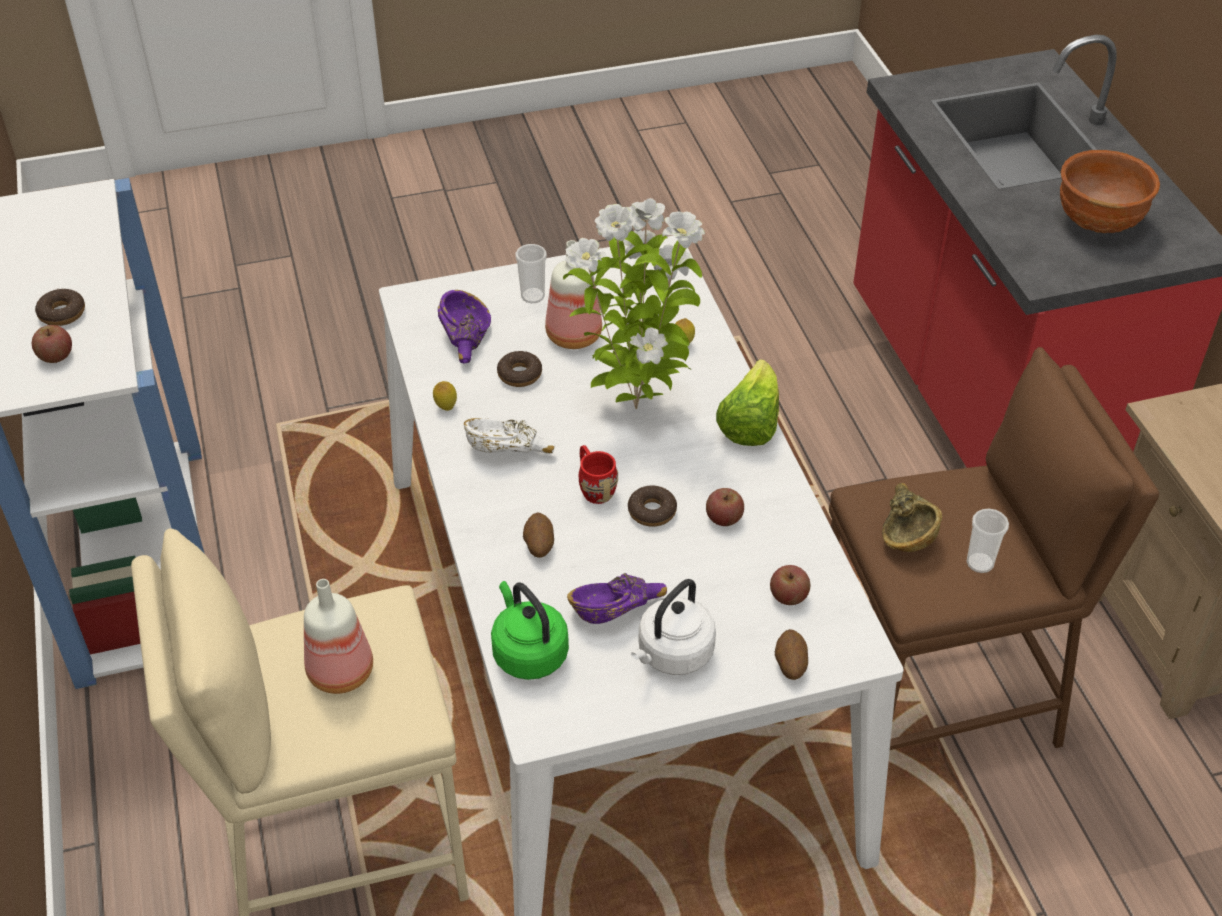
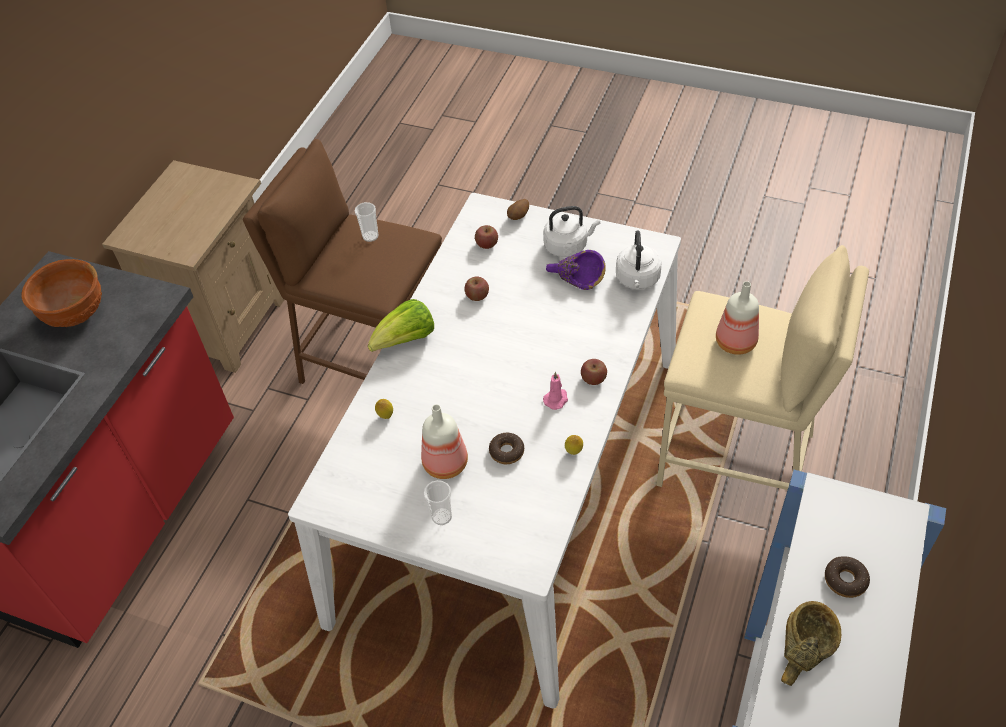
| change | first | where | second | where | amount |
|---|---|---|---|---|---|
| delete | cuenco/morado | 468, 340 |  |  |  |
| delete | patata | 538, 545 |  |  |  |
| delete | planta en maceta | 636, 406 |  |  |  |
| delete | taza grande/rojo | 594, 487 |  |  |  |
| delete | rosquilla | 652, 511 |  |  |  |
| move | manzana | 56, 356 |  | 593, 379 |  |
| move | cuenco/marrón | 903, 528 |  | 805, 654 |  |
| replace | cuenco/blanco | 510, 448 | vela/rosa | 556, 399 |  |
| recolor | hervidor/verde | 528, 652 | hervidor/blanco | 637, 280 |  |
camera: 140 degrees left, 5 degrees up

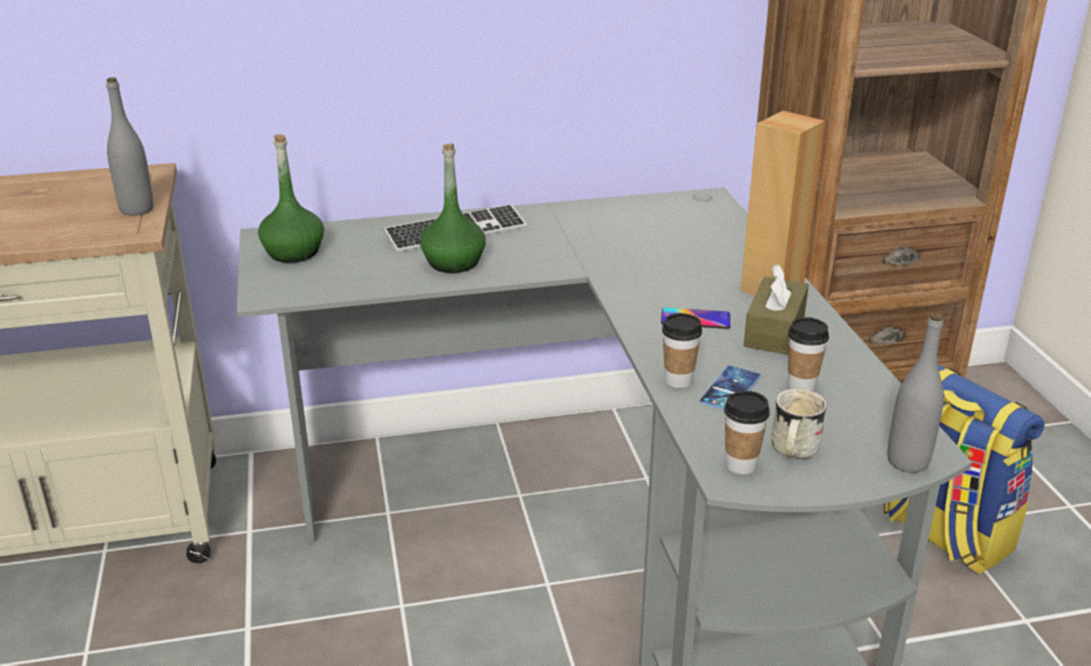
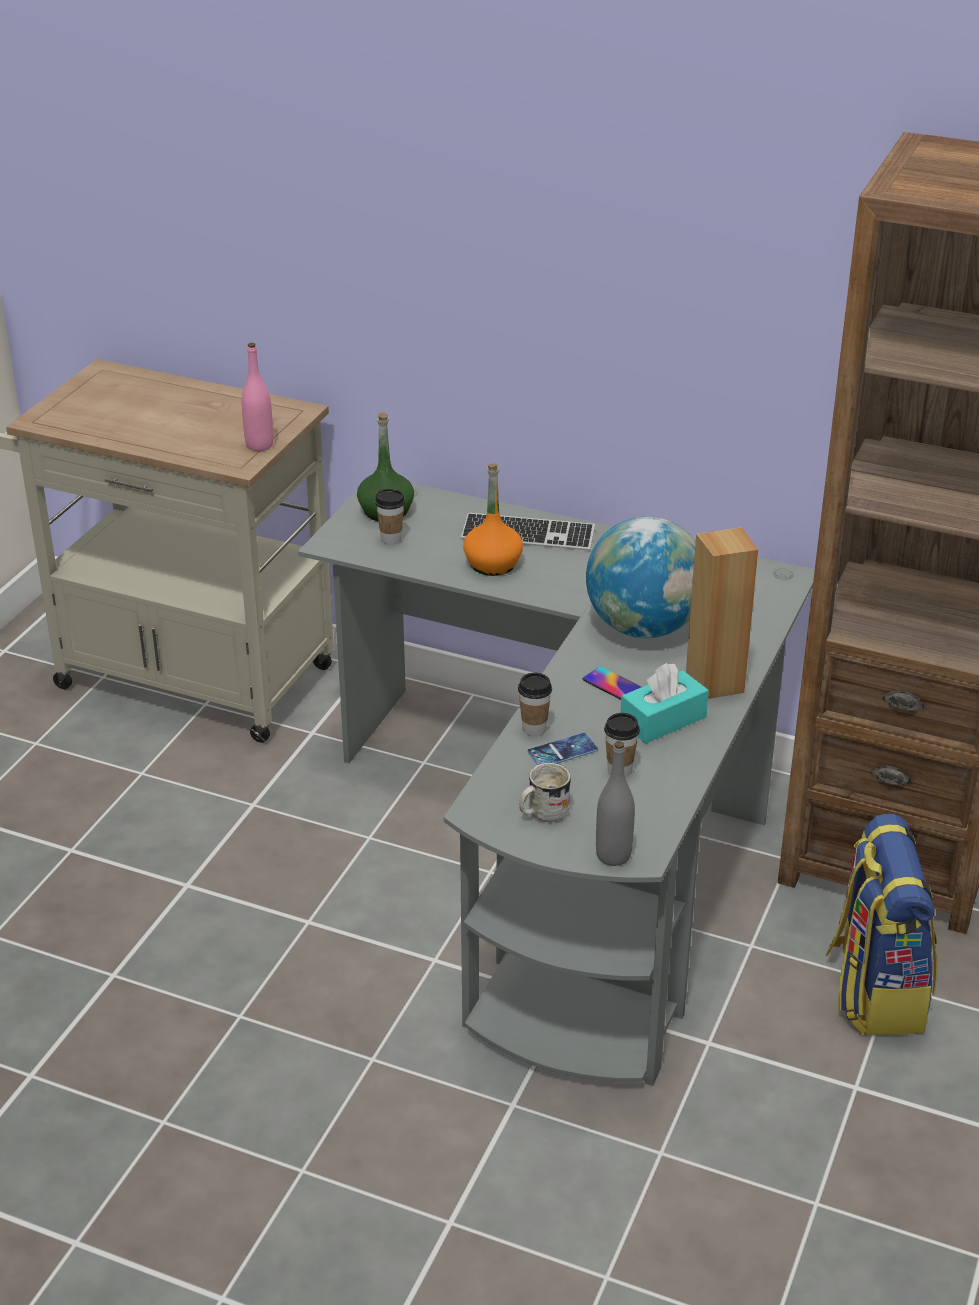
| change | first | where | second | where | amount |
|---|---|---|---|---|---|
| insert |  |  | globo terráqueo | 643, 627 |  |
| move | taza | 741, 465 |  | 391, 539 |  |
| recolor | botella/gris | 137, 209 | botella/rosa | 259, 445 |  |
| recolor | botella/verde | 453, 262 | botella/naranja | 492, 564 |  |
| recolor | caja de pañuelos/marrón | 774, 330 | caja de pañuelos/turquesa | 663, 720 |  |
camera: 35 degrees right, 5 degrees up

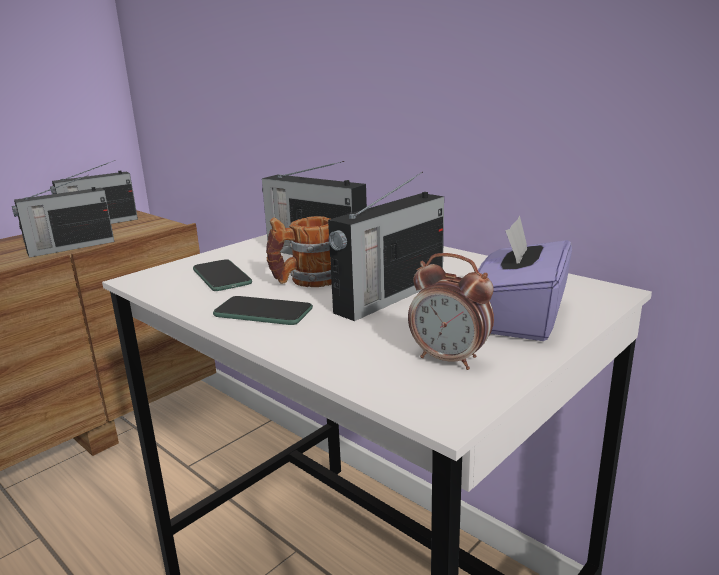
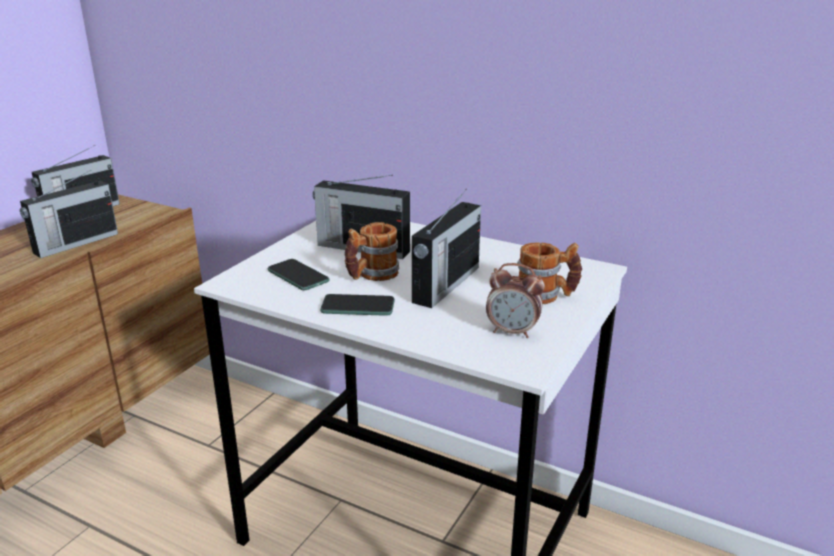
| change | first | where | second | where | amount |
|---|---|---|---|---|---|
| replace | caja de pañuelos/morado | 520, 318 | taza grande | 546, 296 |  |
camera: 15 degrees left, 5 degrees up

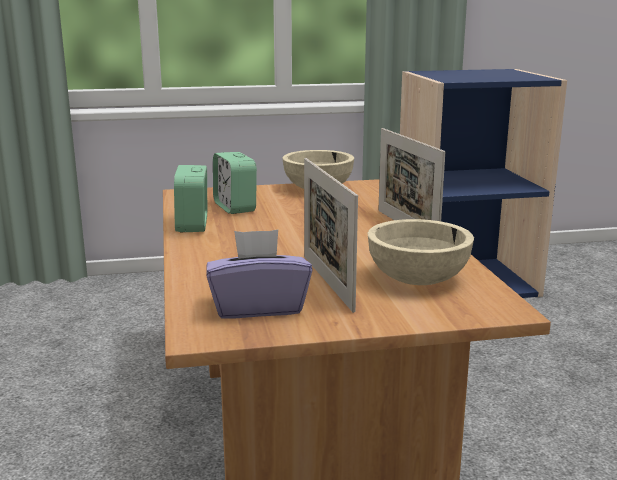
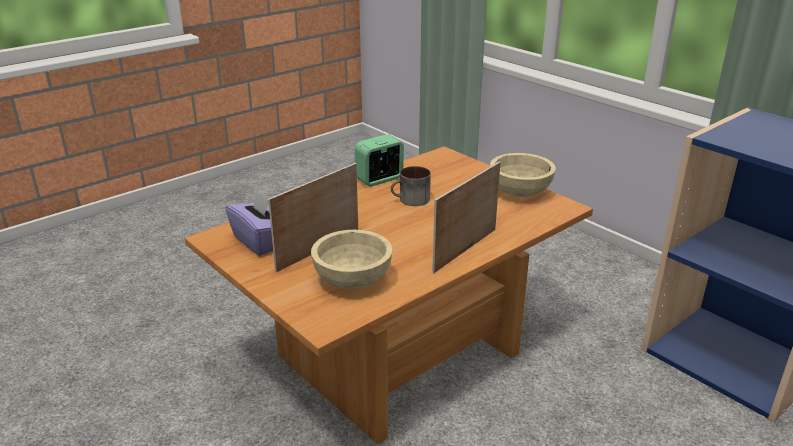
| change | first | where | second | where | amount |
|---|---|---|---|---|---|
| delete | despertador | 235, 207 |  |  |  |
| insert |  |  | taza grande | 411, 200 |  |
camera: 60 degrees right, 10 degrees up

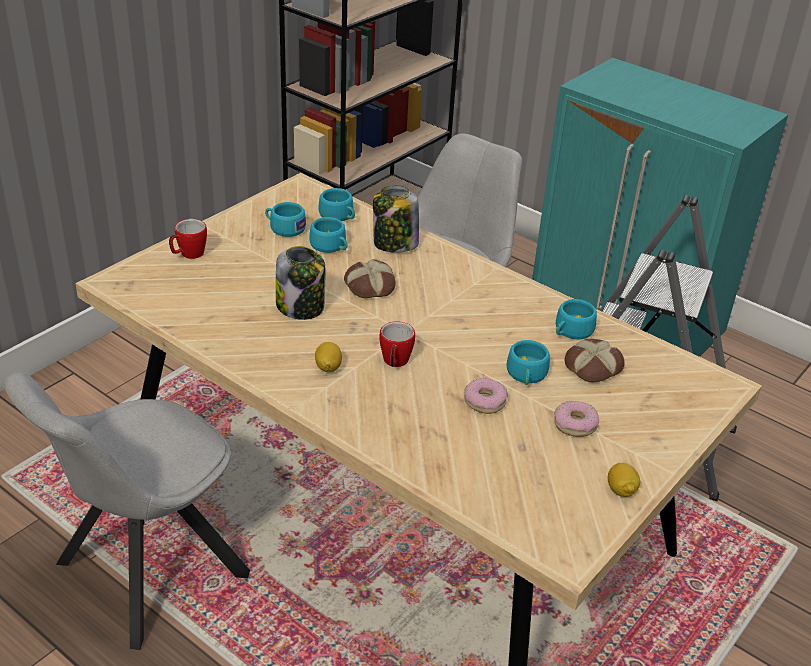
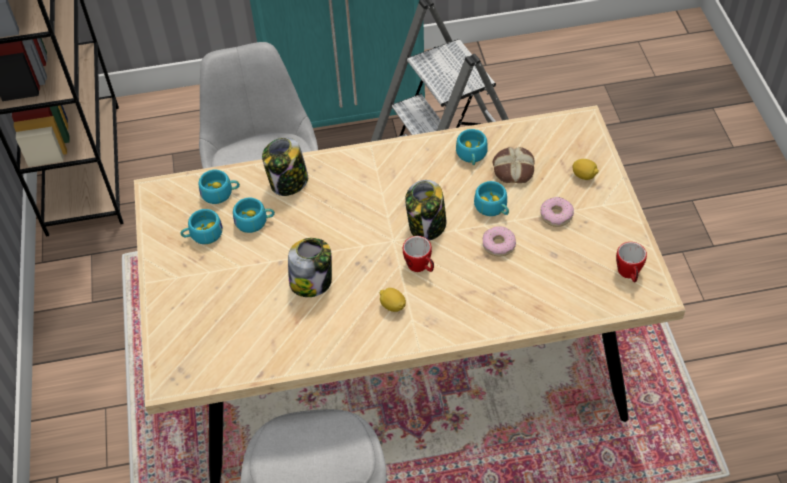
| change | first | where | second | where | amount |
|---|---|---|---|---|---|
| delete | pan | 369, 286 |  |  |  |
| insert |  |  | tarro | 427, 226 |  |
| move | taza grande | 188, 255 |  | 629, 274 |  |
| move | limón | 621, 490 |  | 584, 176 |  |
camera: 45 degrees left, 15 degrees up

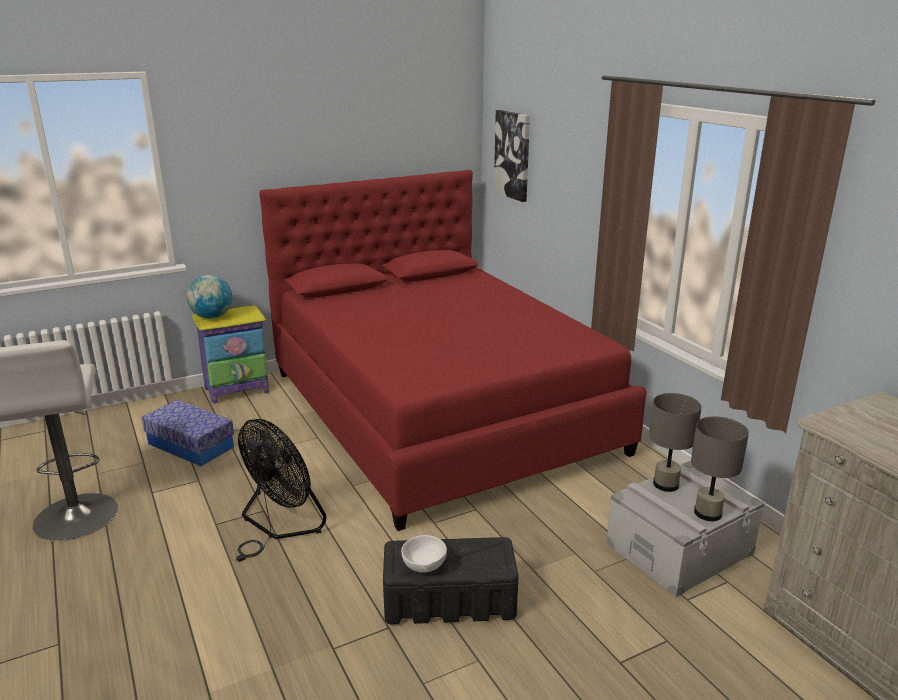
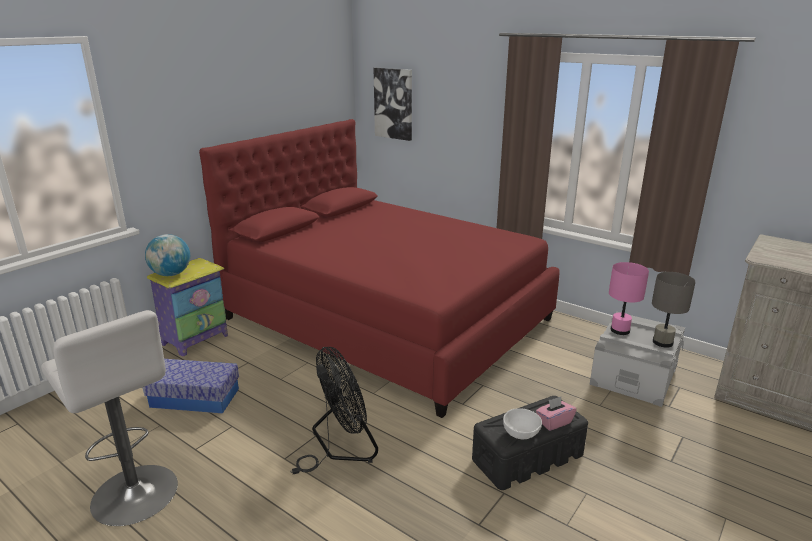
| change | first | where | second | where | amount |
|---|---|---|---|---|---|
| insert |  |  | caja de pañuelos/rosa | 554, 422 |  |
| recolor | lámpara de mesa/gris | 665, 484 | lámpara de mesa/rosa | 619, 330 |  |
| rotate | ventilador/negro | 273, 523 |  | 335, 442 | 45 degrees clockwise |
camera: 25 degrees left, 0 degrees up

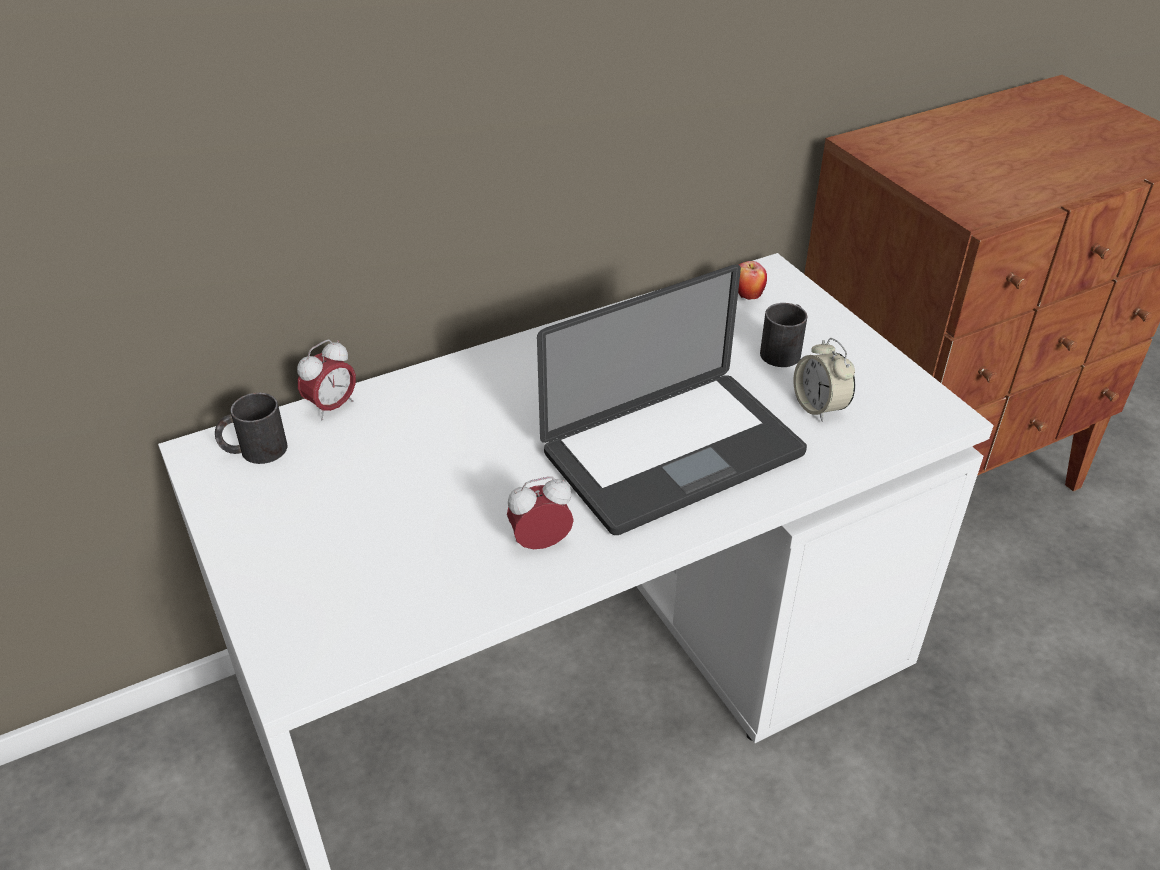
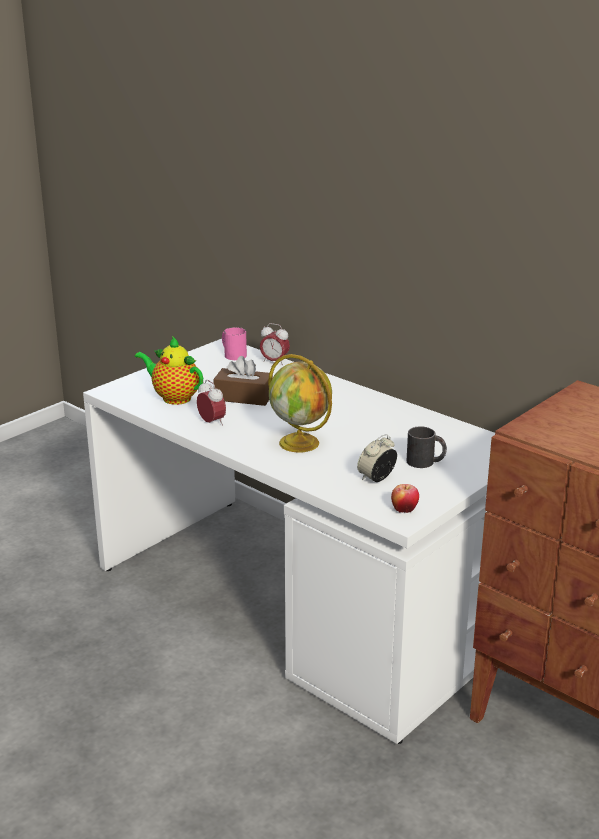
| change | first | where | second | where | amount |
|---|---|---|---|---|---|
| insert |  |  | tetera | 173, 397 |  |
| insert |  |  | caja de pañuelos/marrón | 243, 397 |  |
| move | manzana | 747, 295 |  | 404, 510 |  |
| replace | portátil | 673, 454 | globo terráqueo | 300, 443 |  |
| recolor | taza grande/negro | 254, 451 | taza grande/rosa | 232, 354 |  |
camera: 70 degrees right, 15 degrees down

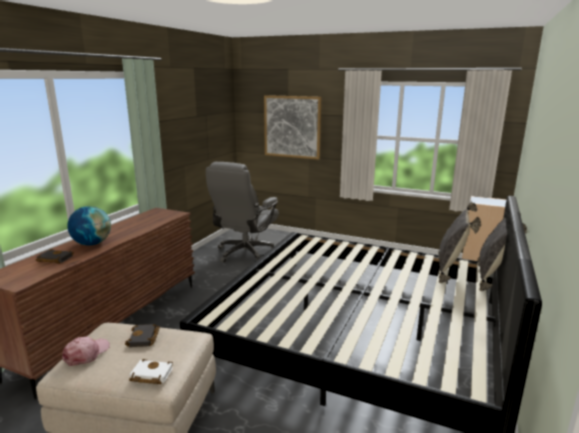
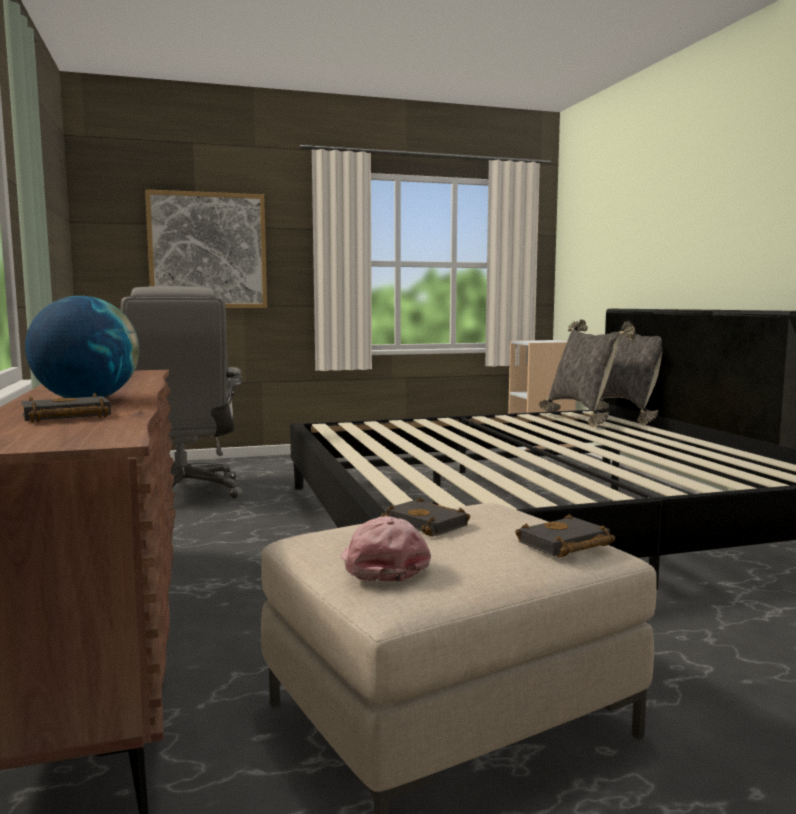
| change | first | where | second | where | amount |
|---|---|---|---|---|---|
| recolor | libro/blanco | 150, 375 | libro/negro | 565, 545 |  |
camera: 40 degrees left, 10 degrees down

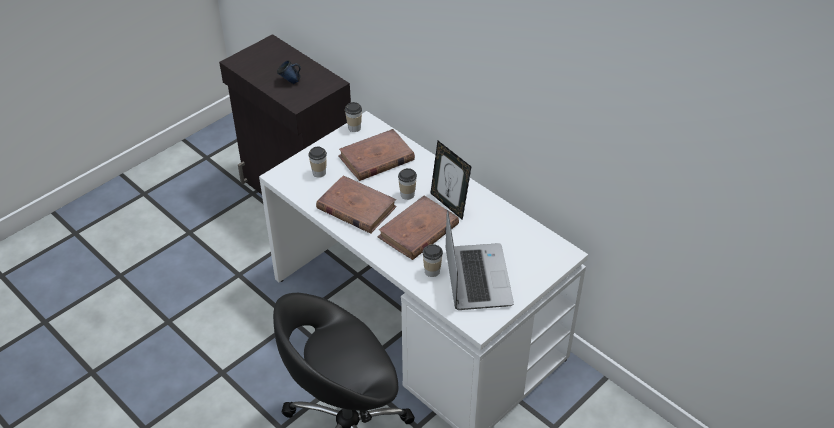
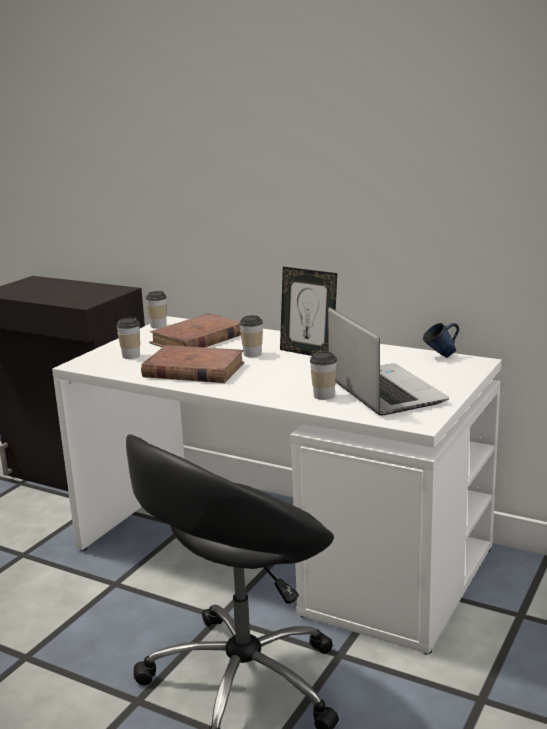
| change | first | where | second | where | amount |
|---|---|---|---|---|---|
| delete | libro/marrón | 418, 231 |  |  |  |
| move | taza grande/azul | 290, 82 |  | 440, 356 |  |
camera: 15 degrees left, 25 degrees down

